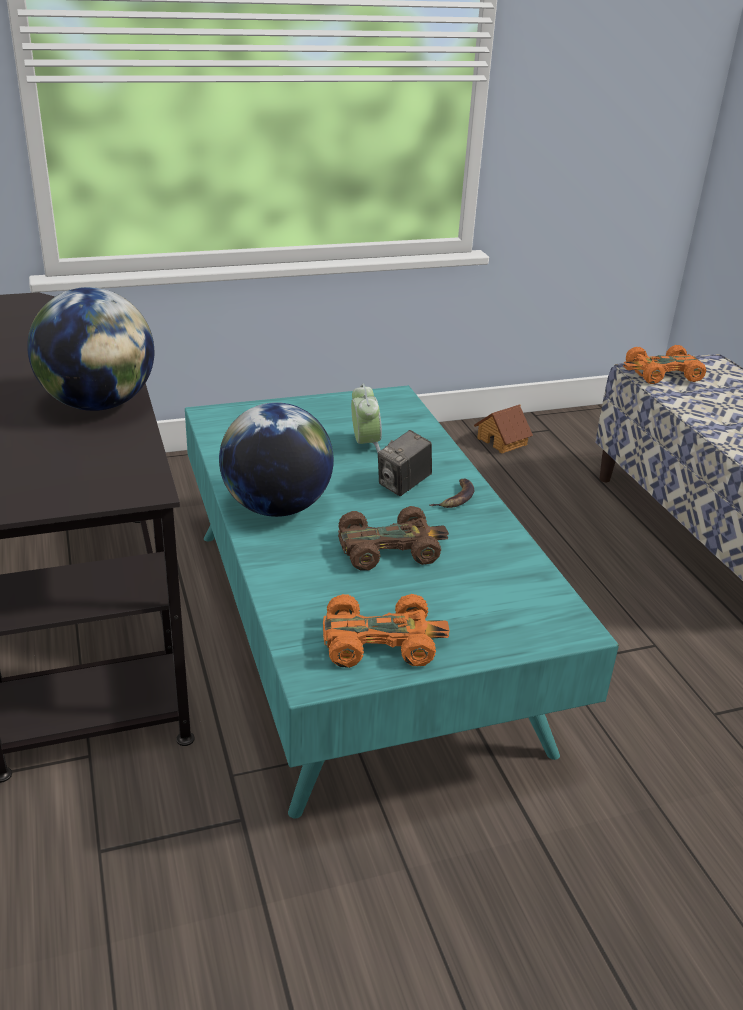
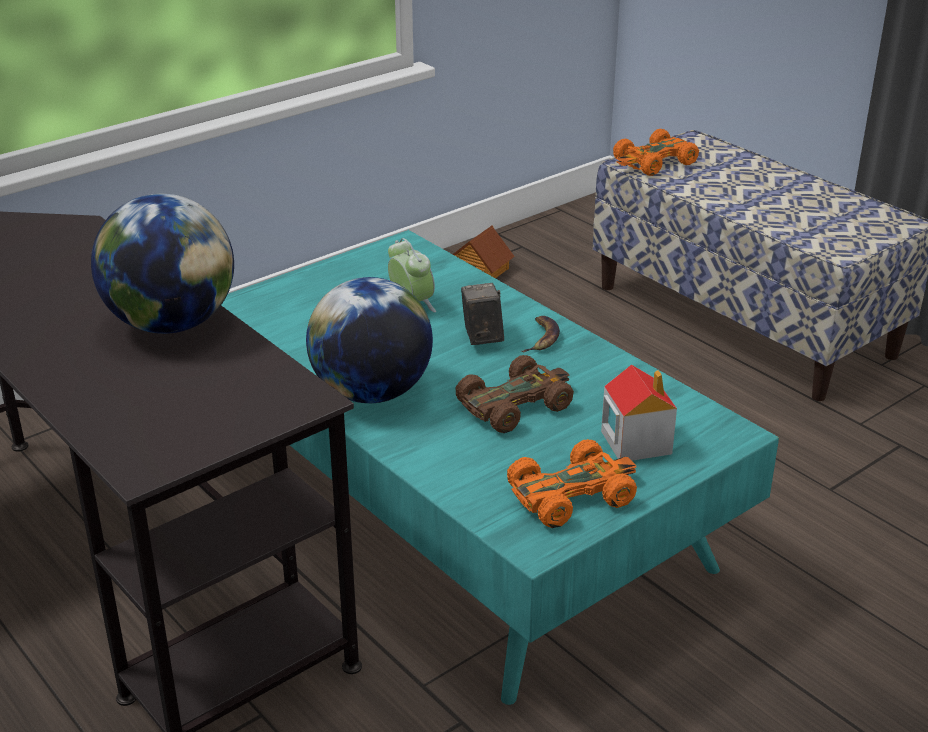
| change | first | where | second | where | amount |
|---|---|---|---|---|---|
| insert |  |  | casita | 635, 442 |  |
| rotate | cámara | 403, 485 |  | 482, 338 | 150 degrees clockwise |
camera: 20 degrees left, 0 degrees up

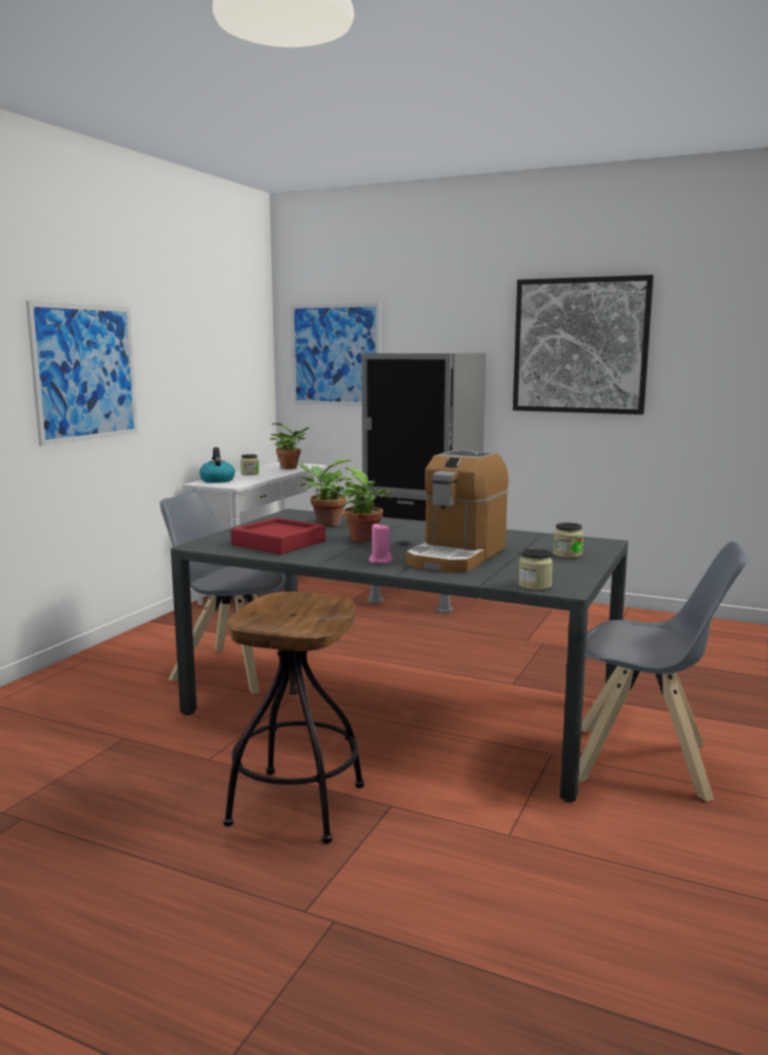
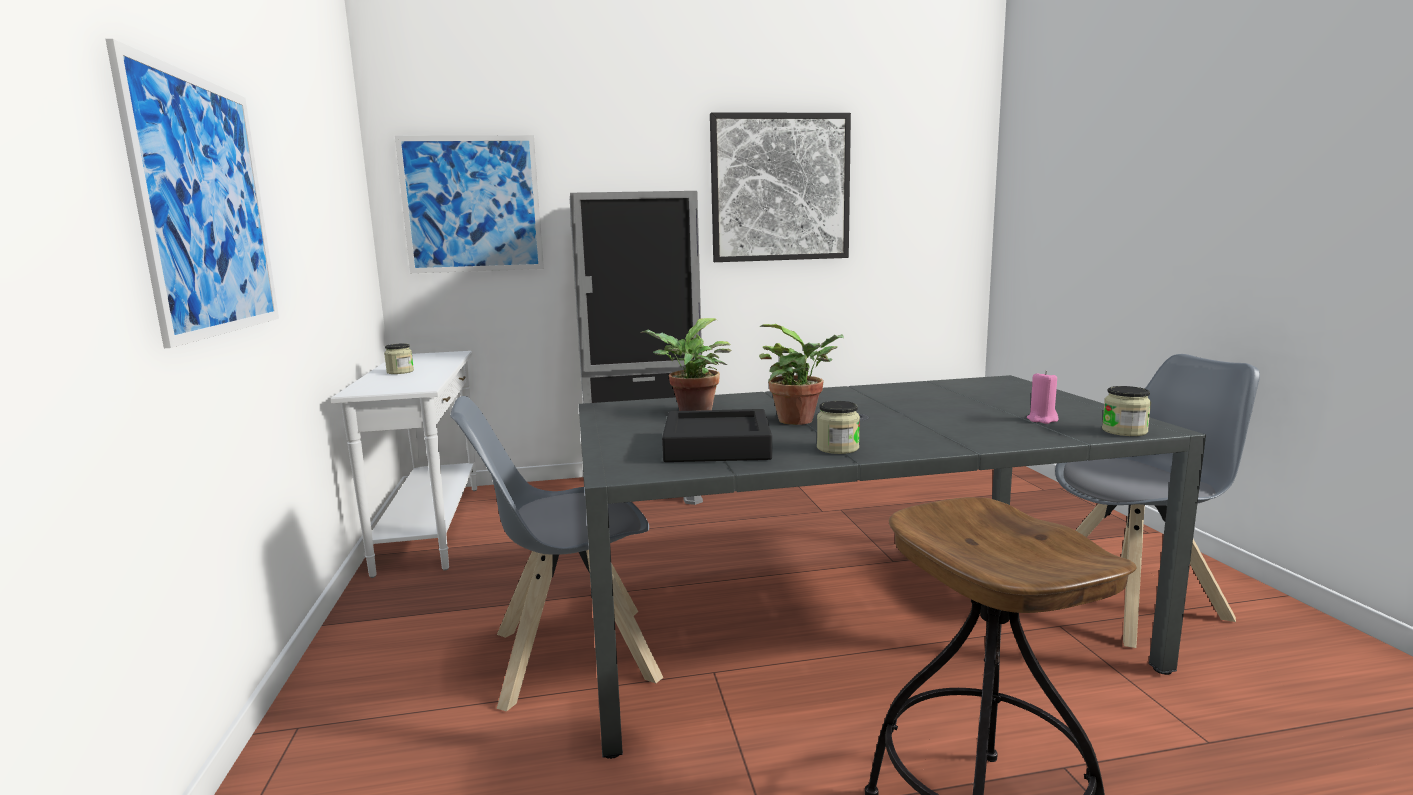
| change | first | where | second | where | amount |
|---|---|---|---|---|---|
| delete | hervidor | 217, 480 |  |  |  |
| delete | planta en maceta | 291, 468 |  |  |  |
| delete | cafetera | 457, 556 |  |  |  |
| move | vela/rosa | 380, 561 |  | 1042, 420 |  |
| move | tarro | 567, 554 |  | 837, 448 |  |
| recolor | bandeja/rojo | 278, 543 | bandeja/negro | 717, 446 |  |
camera: 35 degrees left, 0 degrees up

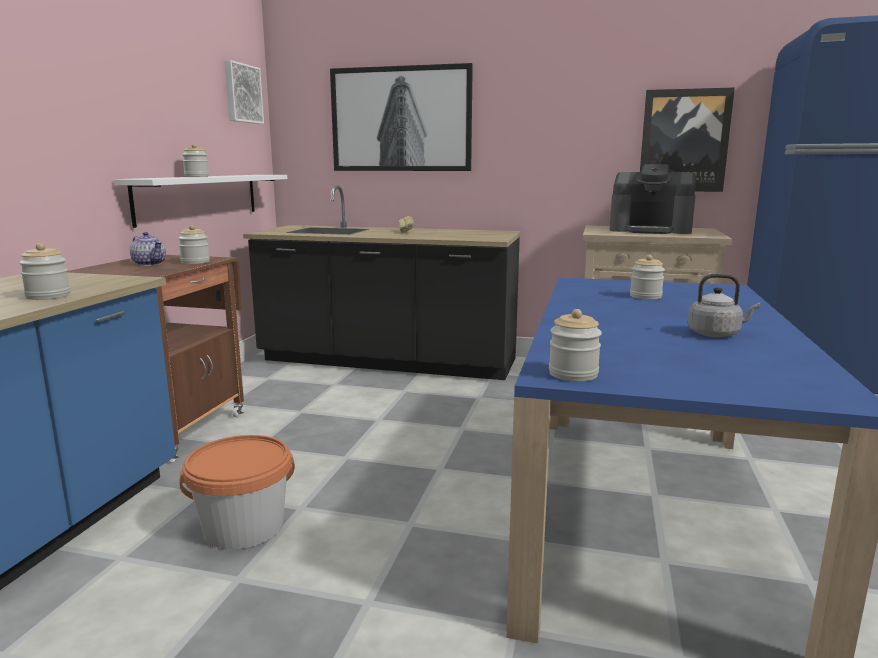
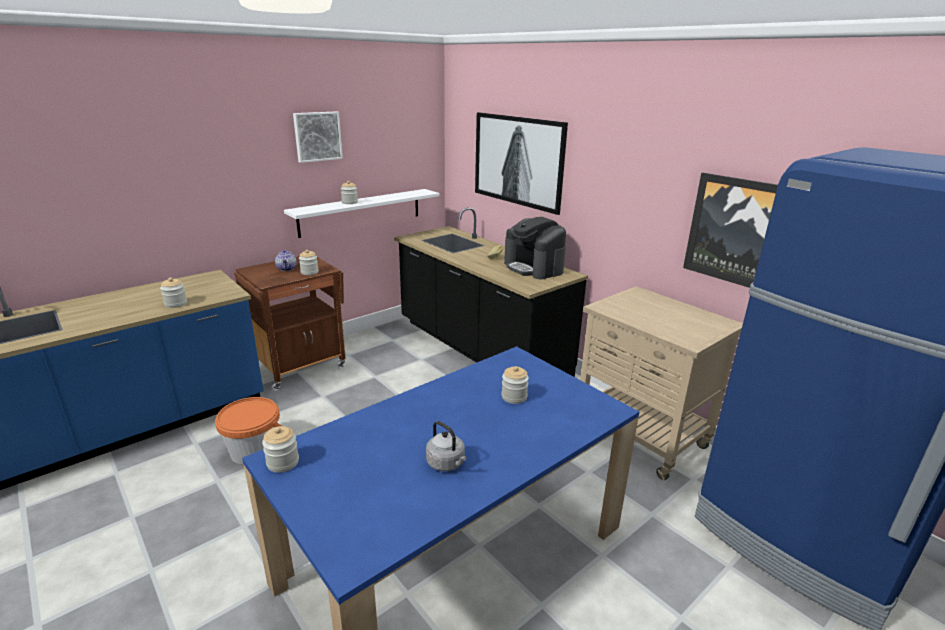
| change | first | where | second | where | amount |
|---|---|---|---|---|---|
| move | cuadro | 242, 93 |  | 317, 136 |  |
| move | cafetera | 650, 230 |  | 534, 268 |  |
camera: 35 degrees right, 10 degrees up

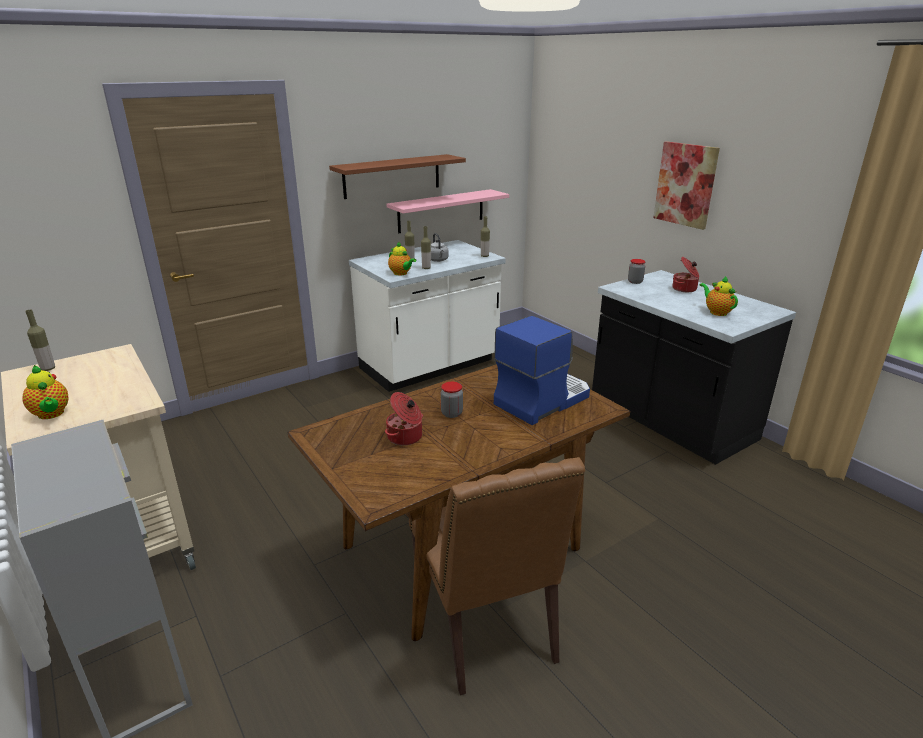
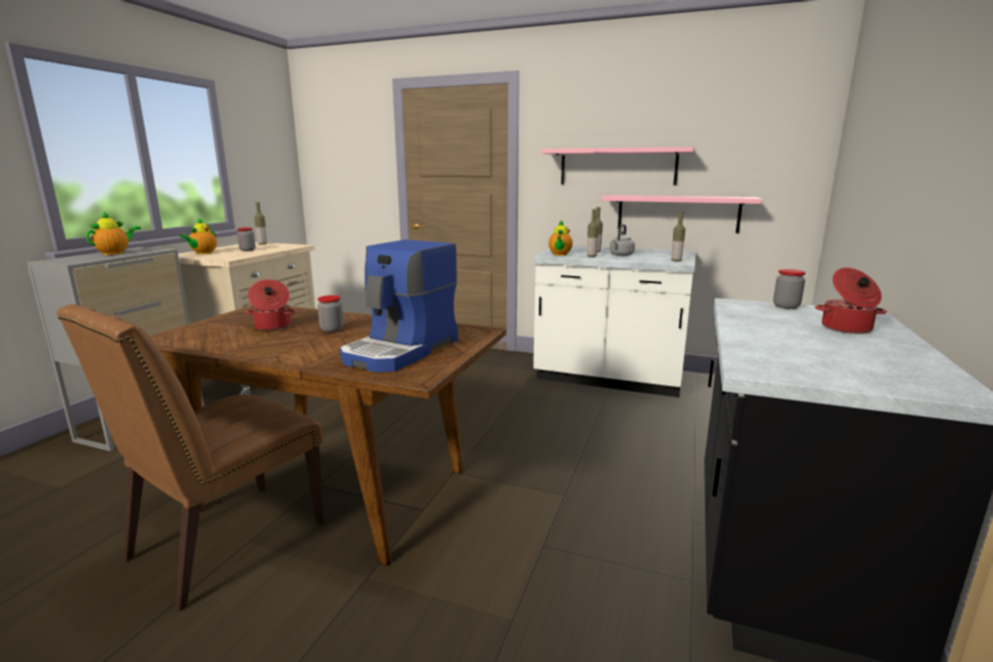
| change | first | where | second | where | amount |
|---|---|---|---|---|---|
| delete | cuadro | 685, 184 |  |  |  |
| insert |  |  | tarro | 247, 250 |  |
| move | tetera | 716, 312 |  | 115, 253 |  |
| recolor | estante/marrón | 392, 176 | estante/rosa | 617, 167 |  |
| rotate | cafetera | 542, 399 |  | 402, 350 | 105 degrees clockwise |
camera: 55 degrees right, 10 degrees down

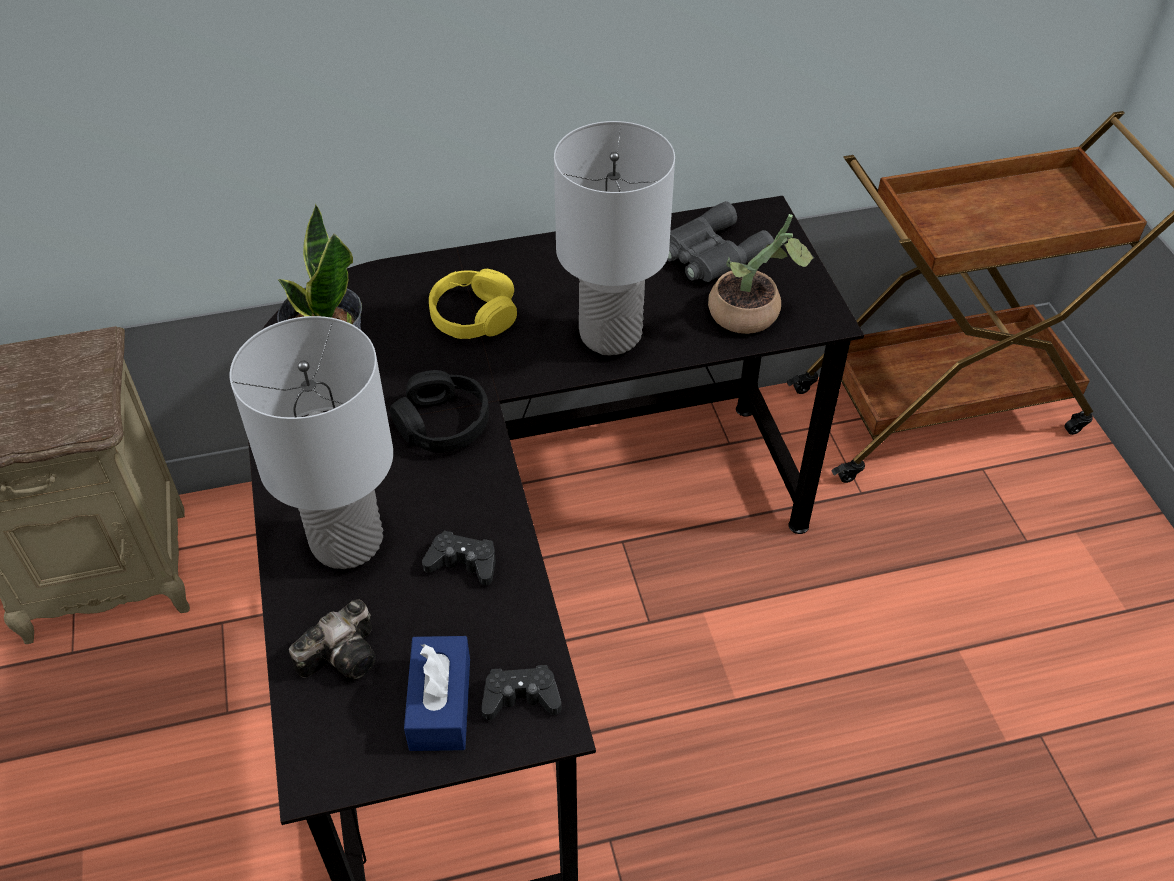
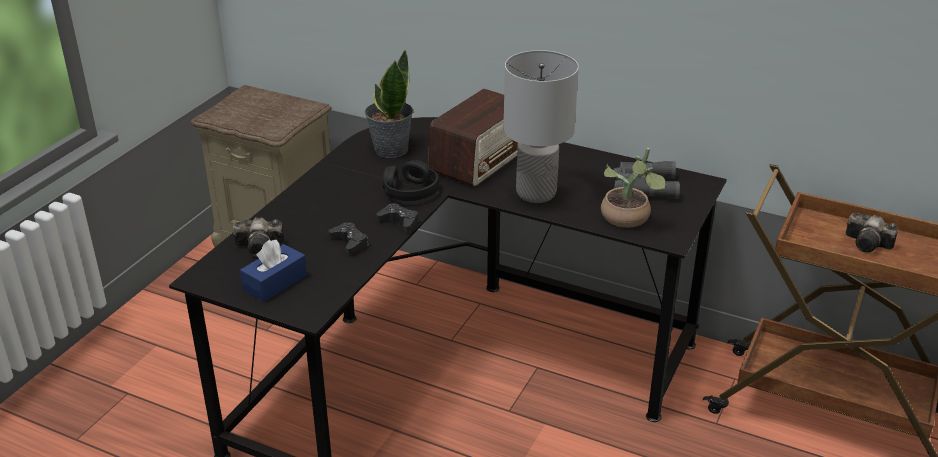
| change | first | where | second | where | amount |
|---|---|---|---|---|---|
| delete | lámpara de mesa/gris | 348, 547 |  |  |  |
| insert |  |  | cámara | 869, 244 |  |
| move | mando de consola/negro | 521, 697 |  | 399, 222 |  |
| replace | auriculares/amarillo | 473, 316 | radio | 480, 159 |  |
camera: 40 degrees right, 15 degrees down

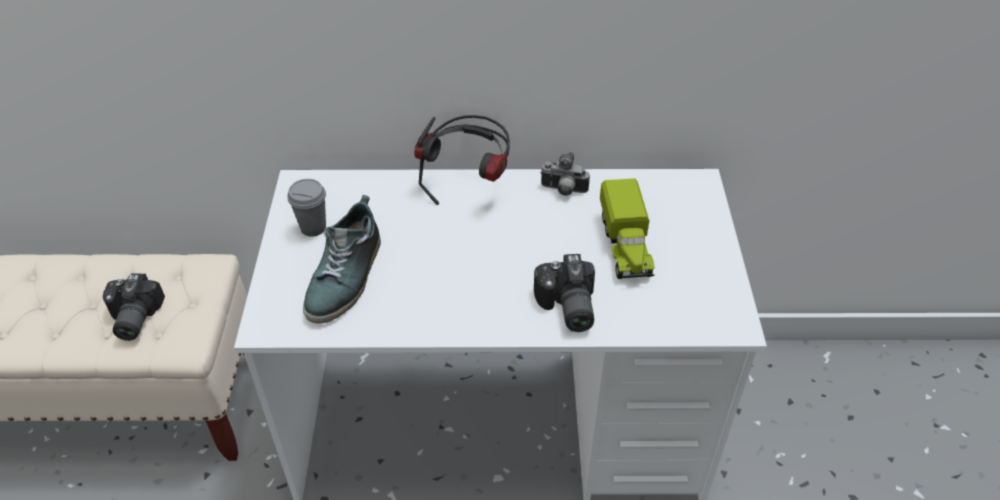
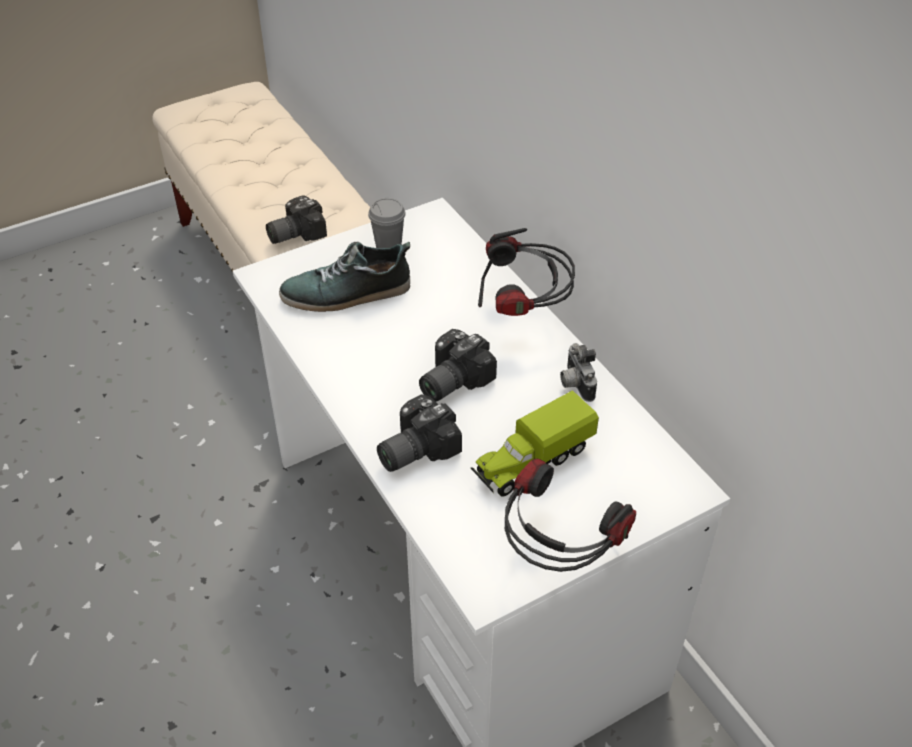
| change | first | where | second | where | amount |
|---|---|---|---|---|---|
| insert |  |  | cámara | 450, 380 |  |
| insert |  |  | auriculares | 557, 557 |  |
camera: 60 degrees right, 0 degrees up

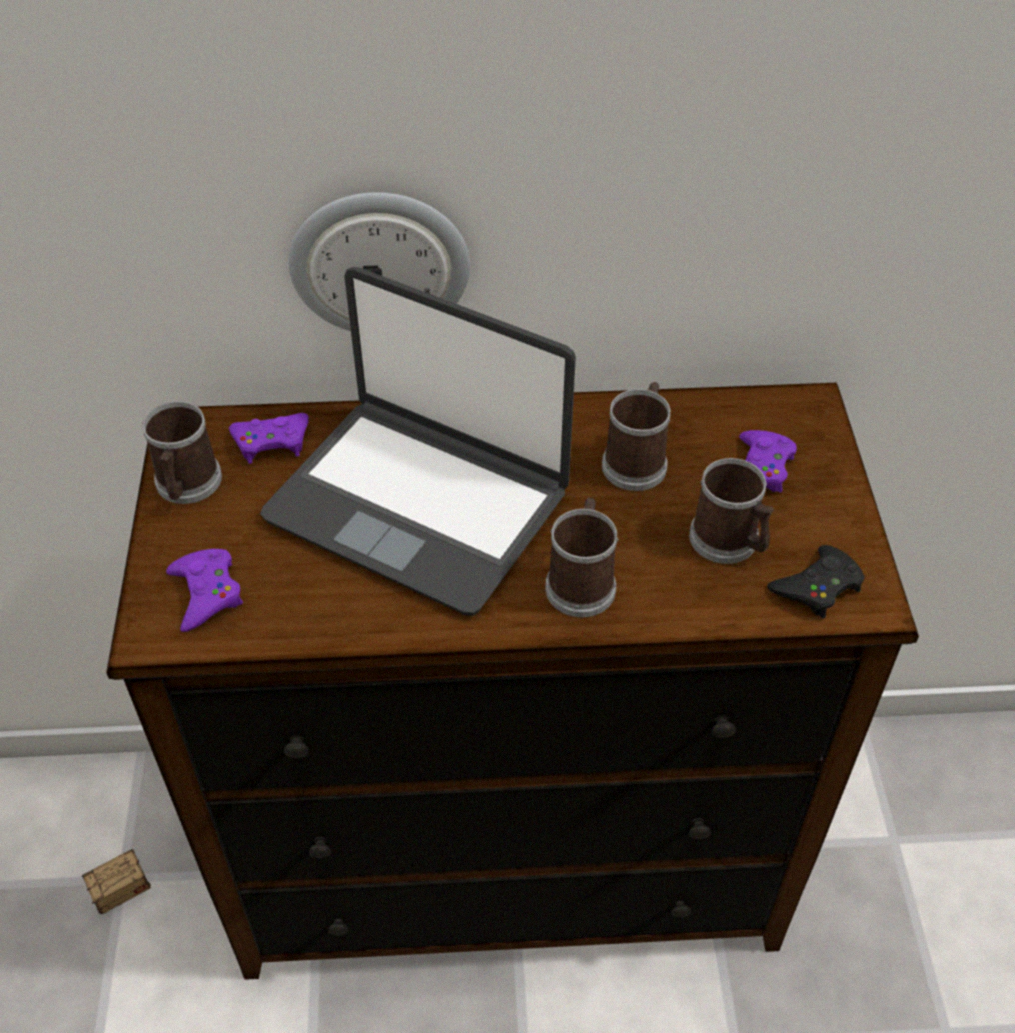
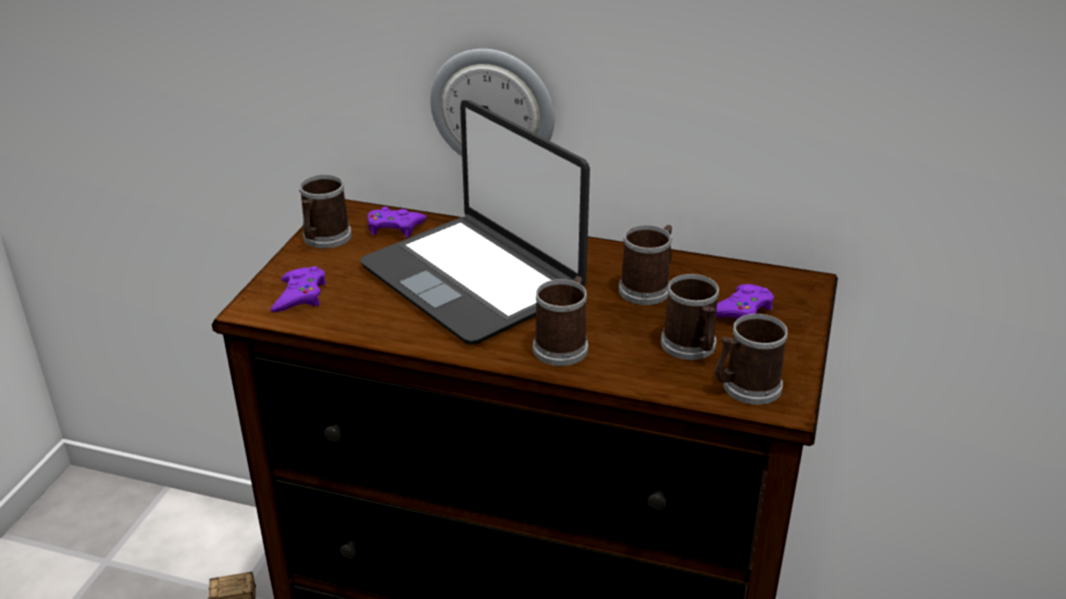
| change | first | where | second | where | amount |
|---|---|---|---|---|---|
| replace | mando de consola/negro | 817, 587 | taza grande | 746, 387 |  |
camera: 20 degrees right, 15 degrees down

